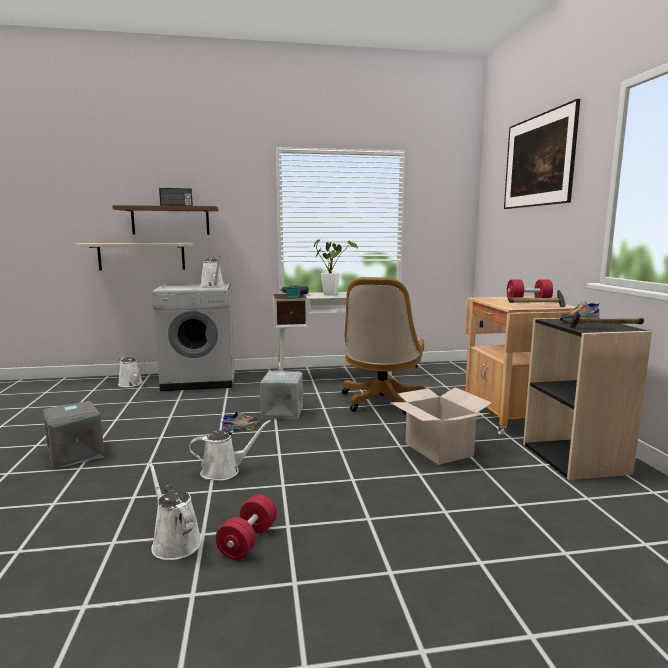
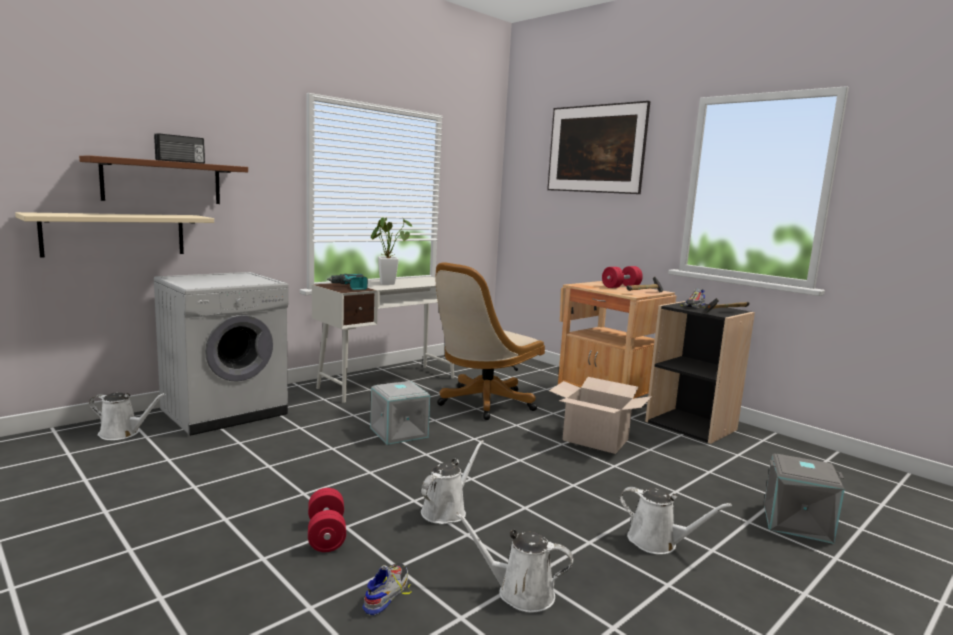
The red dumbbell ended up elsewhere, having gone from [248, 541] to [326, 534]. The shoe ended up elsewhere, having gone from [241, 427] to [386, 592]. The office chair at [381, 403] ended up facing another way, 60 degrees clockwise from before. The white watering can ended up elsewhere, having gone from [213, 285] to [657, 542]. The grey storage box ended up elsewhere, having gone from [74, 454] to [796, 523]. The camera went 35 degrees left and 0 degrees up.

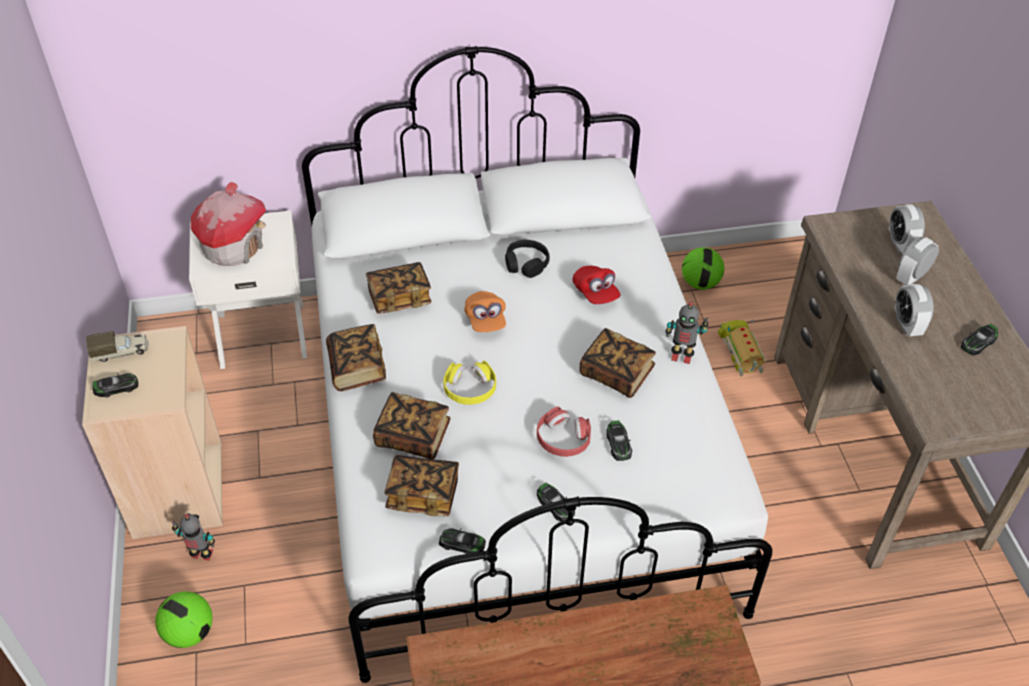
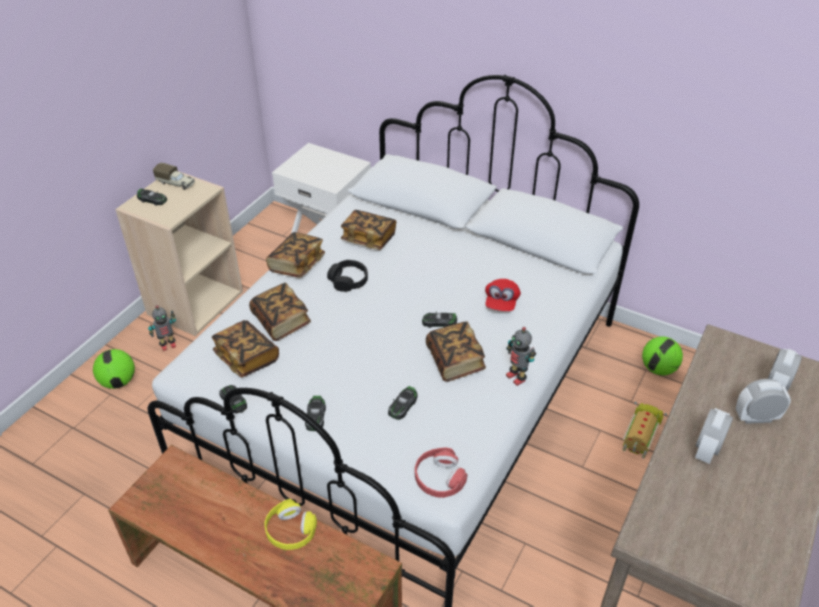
The toy robot at [201, 556] ended up facing another way, 105 degrees clockwise from before. The yellow headphones ended up elsewhere, having gone from [470, 389] to [290, 530]. The black headphones ended up elsewhere, having gone from [526, 264] to [348, 280]. The red headphones ended up elsewhere, having gone from [563, 439] to [439, 478]. The toy car ended up elsewhere, having gone from [978, 342] to [439, 322]. The second view lost the toy house at [234, 247]. The second view lost the orange cap at [485, 320]. The camera went 40 degrees right and 5 degrees down.

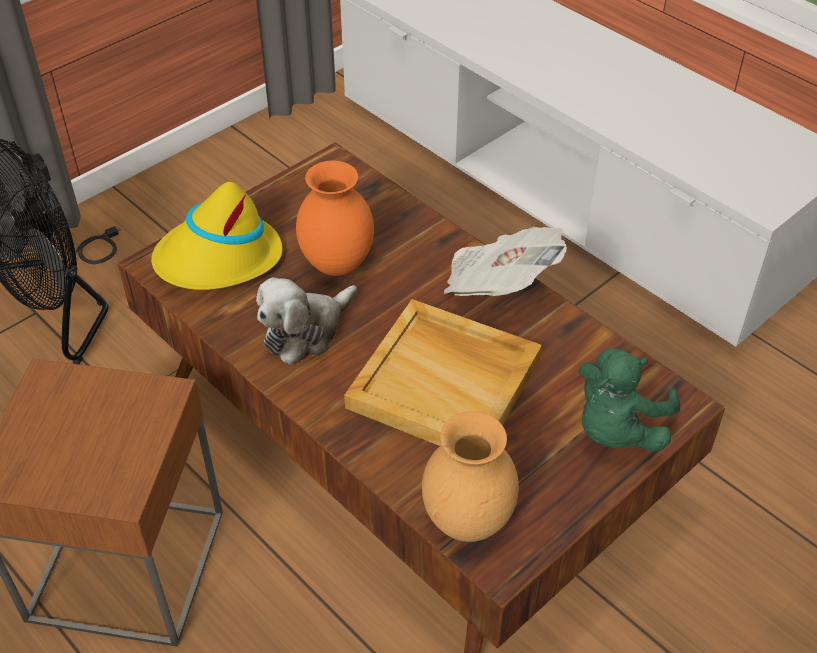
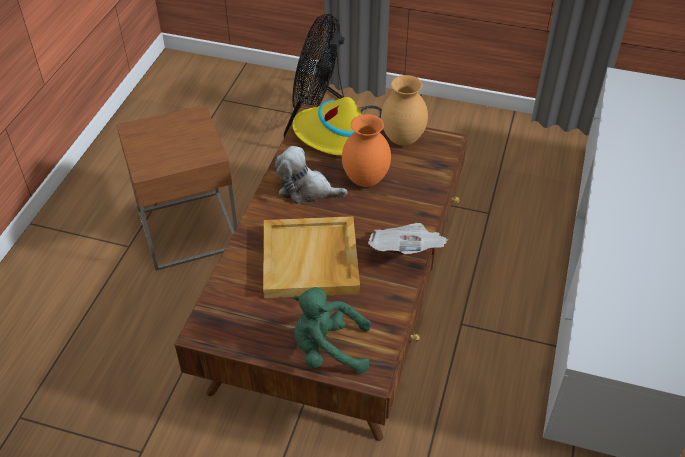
The brown vase ended up elsewhere, having gone from [468, 523] to [402, 140]. The camera went 60 degrees right and 0 degrees up.

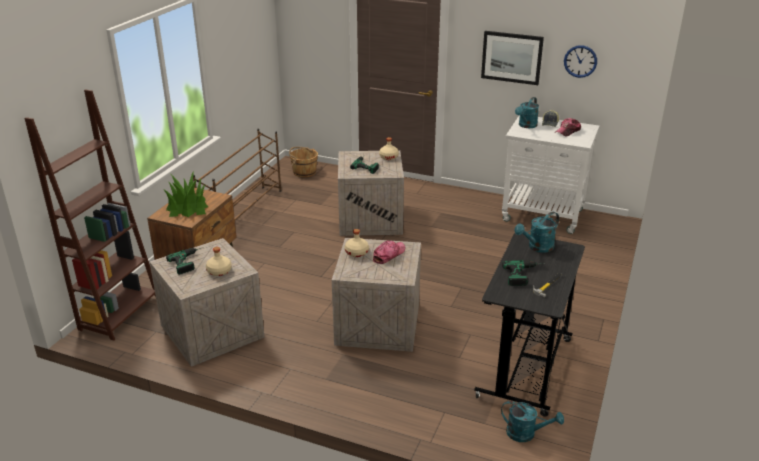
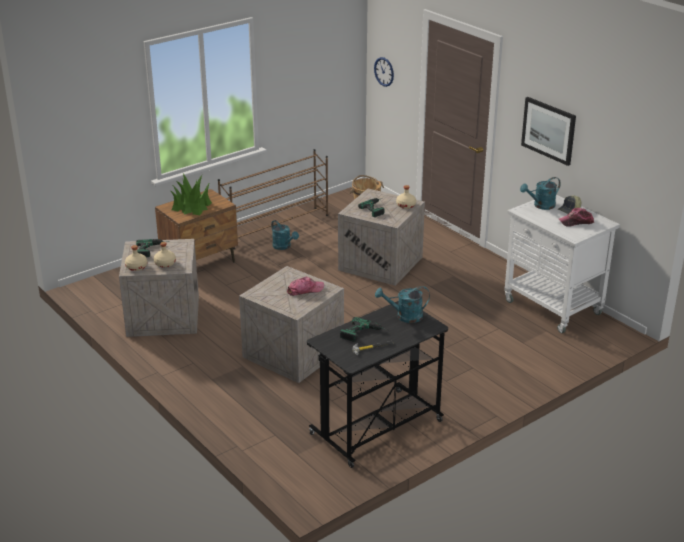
The beige bottle ended up elsewhere, having gone from [357, 252] to [137, 267]. The turquoise watering can ended up elsewhere, having gone from [526, 434] to [284, 247]. The wall clock ended up elsewhere, having gone from [580, 61] to [384, 71]. The second view lost the brown bookcase at [120, 313]. The camera went 30 degrees right and 0 degrees up.

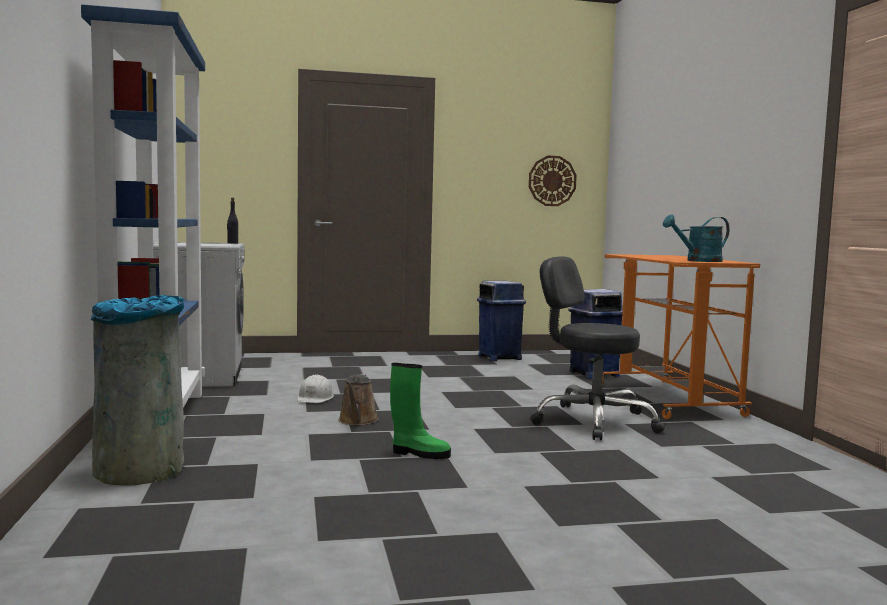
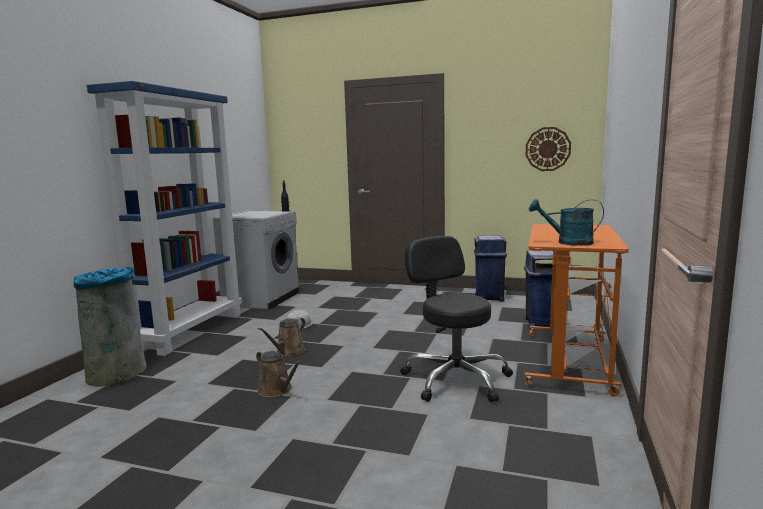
Where the green boot stood at [419, 453], the brown watering can came to stand at [277, 390]. The camera went 30 degrees right and 5 degrees up.

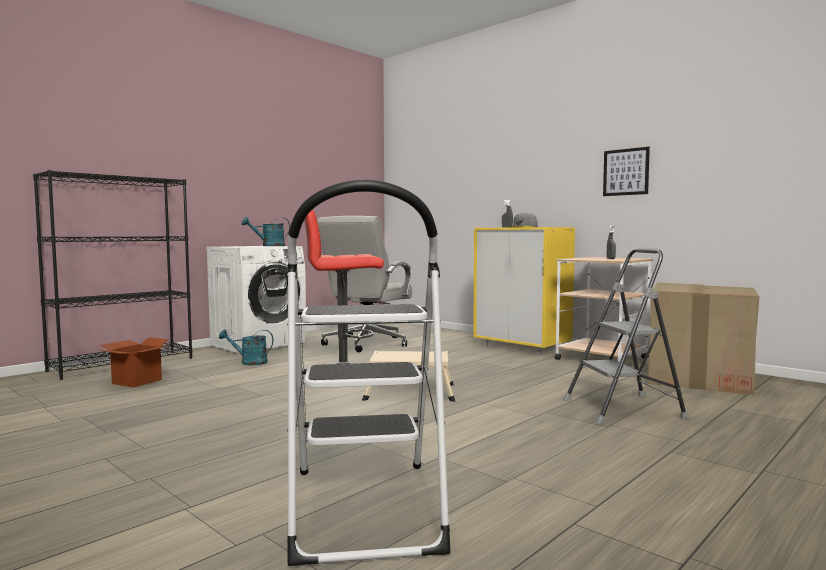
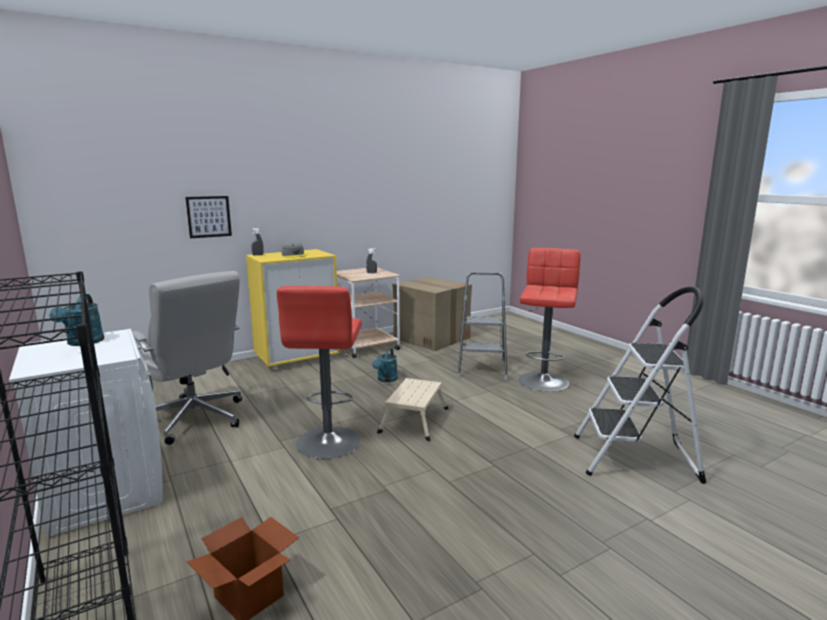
The picture ended up elsewhere, having gone from [626, 172] to [209, 216]. The turquoise watering can ended up elsewhere, having gone from [249, 362] to [386, 379]. The second view gained the red stool at [544, 381]. The camera went 75 degrees left and 10 degrees up.

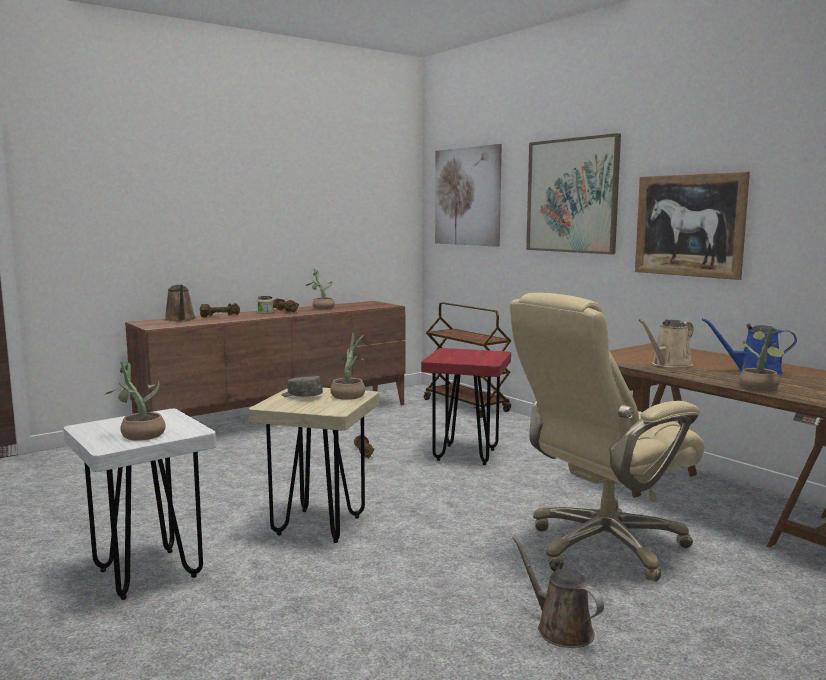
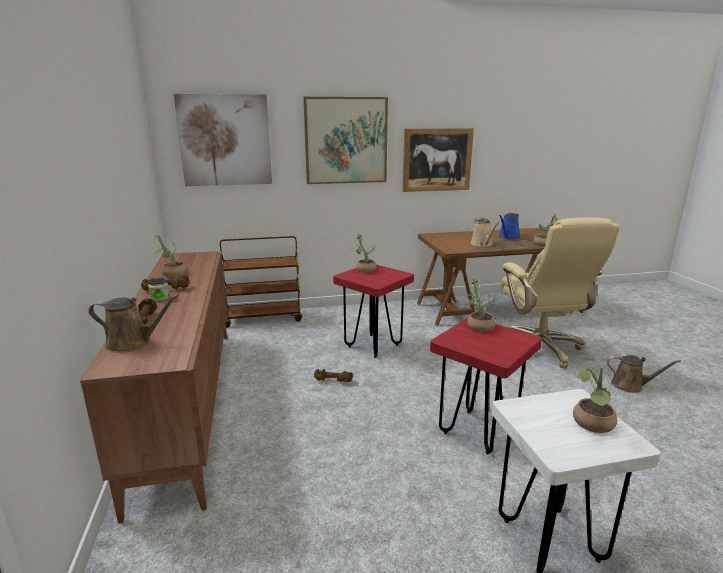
The second view gained the potted plant at [364, 269]. What was the beige stool at [319, 525] turned into the red stool at [477, 431]. The brown watering can at [560, 629] ended up facing another way, 150 degrees counterclockwise from before. The second view lost the grey cap at [301, 396]. The camera went 65 degrees left and 10 degrees up.

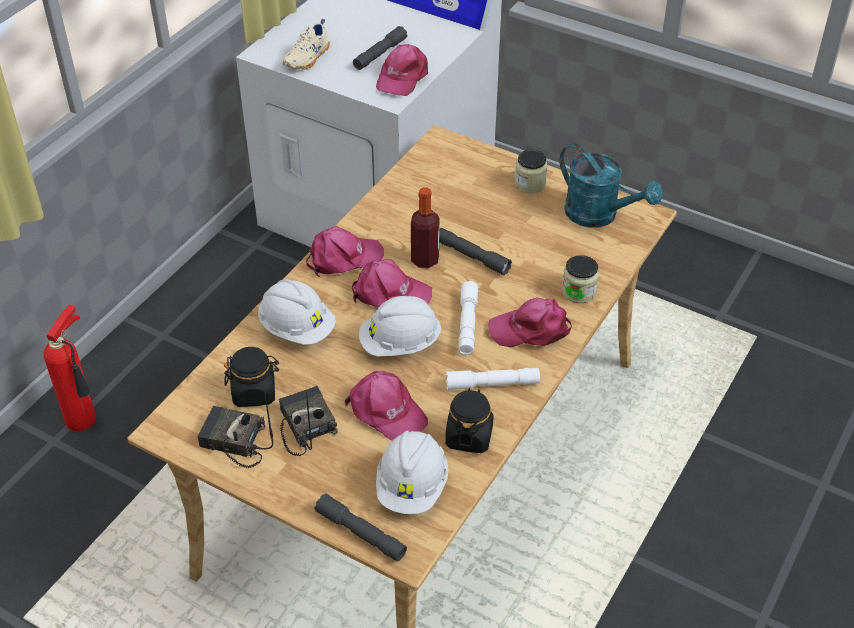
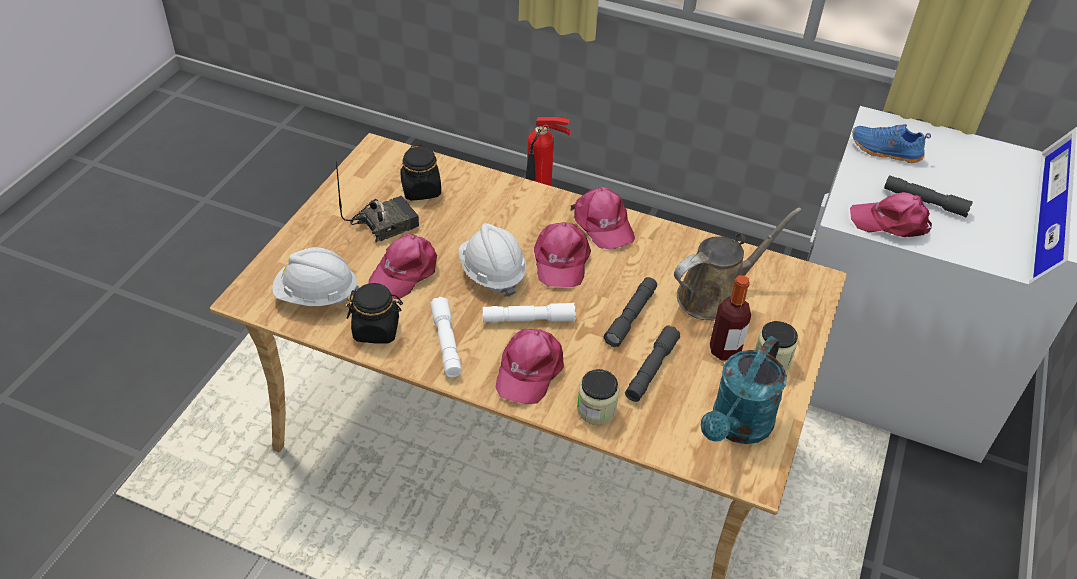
The pink cap at [531, 329] ended up facing another way, 150 degrees counterclockwise from before. The grey flashlight ended up elsewhere, having gone from [361, 533] to [651, 369]. The second view gained the brown watering can at [715, 296]. The bottle ended up elsewhere, having gone from [425, 260] to [724, 350]. What was the beige shoe at [308, 58] turned into the blue shoe at [885, 151]. The second view lost the radio at [233, 442]. The second view lost the white hard hat at [297, 328]. The camera went 80 degrees right and 0 degrees up.

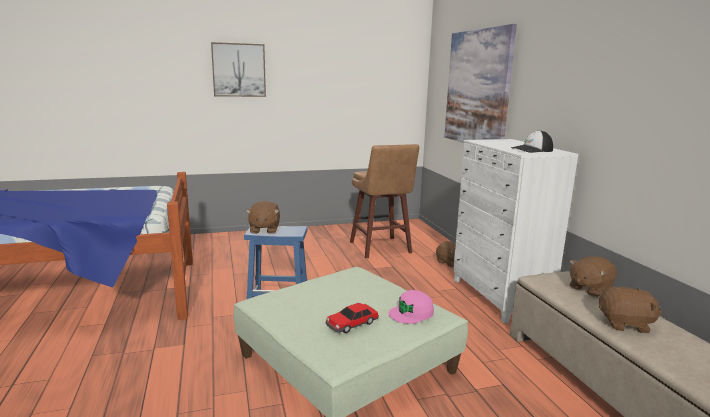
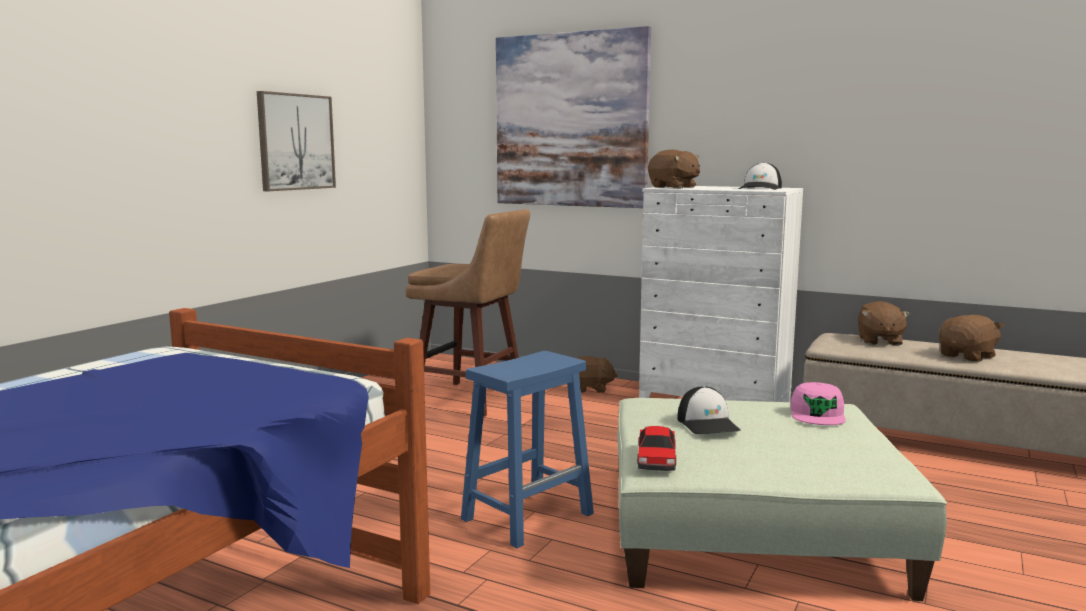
The picture ended up elsewhere, having gone from [239, 70] to [296, 142]. The toy car ended up elsewhere, having gone from [351, 324] to [656, 460]. The brown plush toy ended up elsewhere, having gone from [264, 230] to [673, 187]. The second view gained the cap at [708, 424]. The camera went 45 degrees left and 5 degrees down.

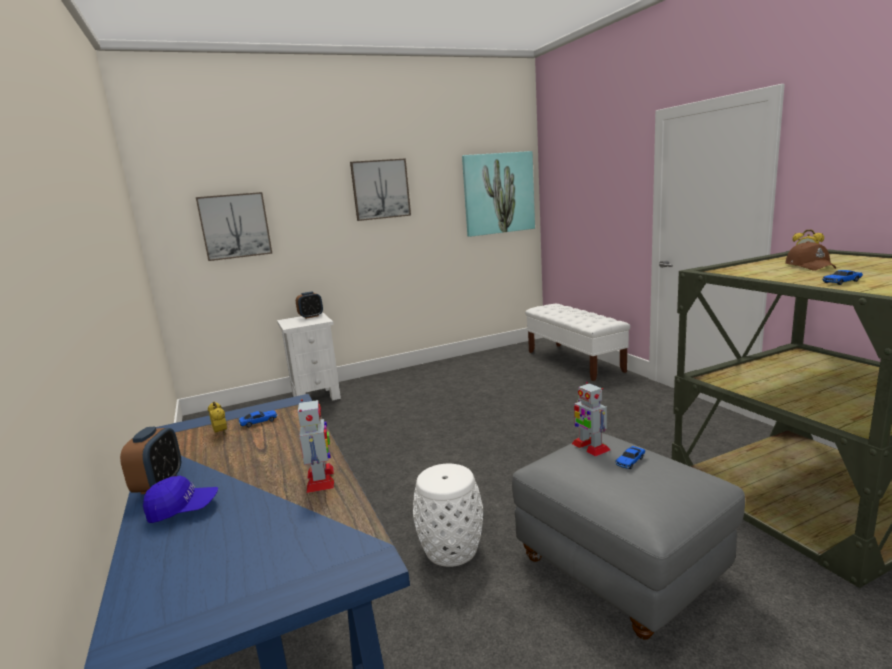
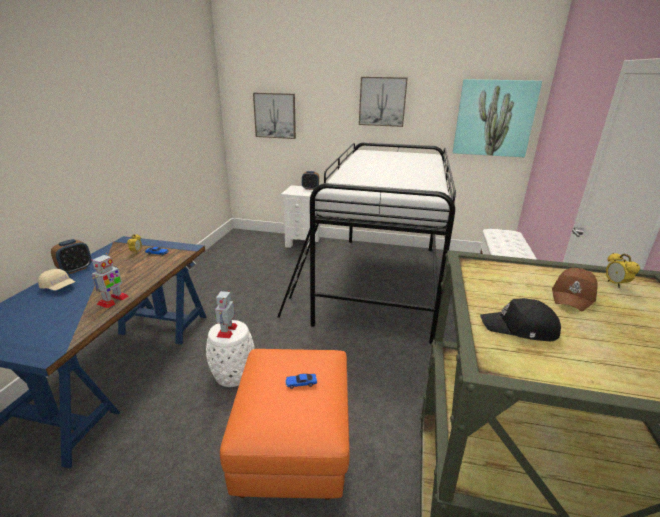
What was the blue cap at [183, 509] turned into the beige cap at [58, 287]. The toy robot ended up elsewhere, having gone from [590, 447] to [227, 331]. What was the grey ottoman at [621, 567] turned into the orange ottoman at [293, 448]. The second view gained the black bed at [379, 282]. Where the toy car stood at [841, 282], the black cap came to stand at [520, 328]. The camera went 35 degrees right and 10 degrees up.

